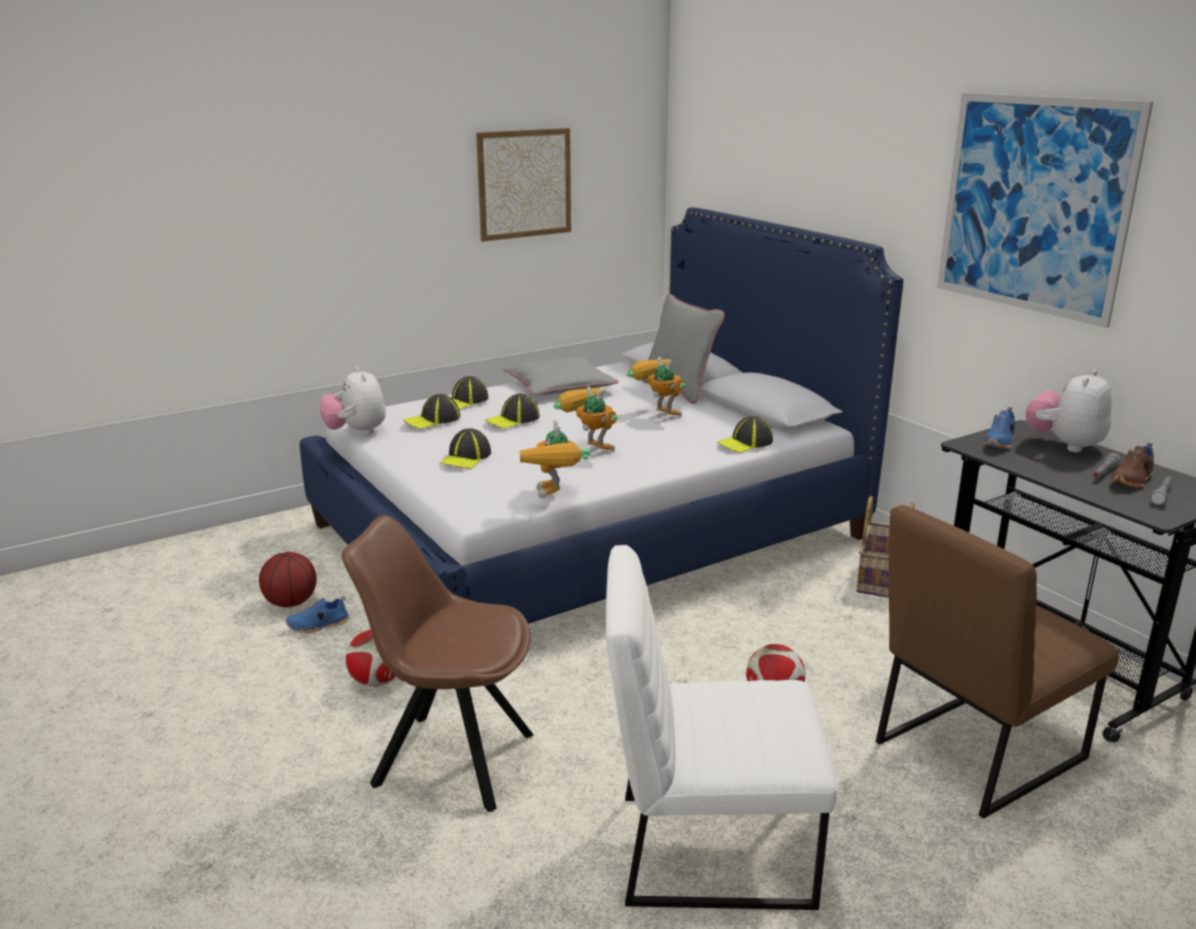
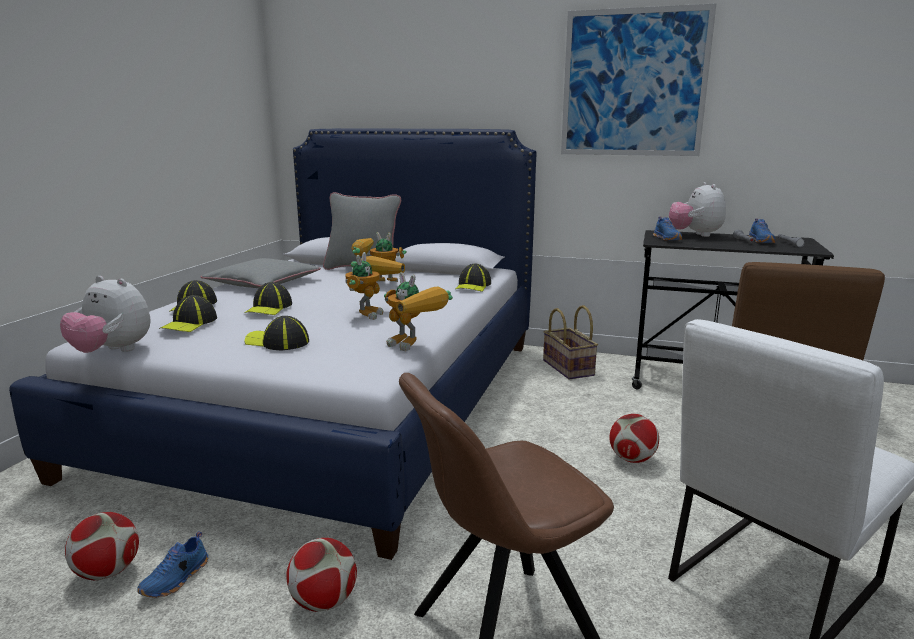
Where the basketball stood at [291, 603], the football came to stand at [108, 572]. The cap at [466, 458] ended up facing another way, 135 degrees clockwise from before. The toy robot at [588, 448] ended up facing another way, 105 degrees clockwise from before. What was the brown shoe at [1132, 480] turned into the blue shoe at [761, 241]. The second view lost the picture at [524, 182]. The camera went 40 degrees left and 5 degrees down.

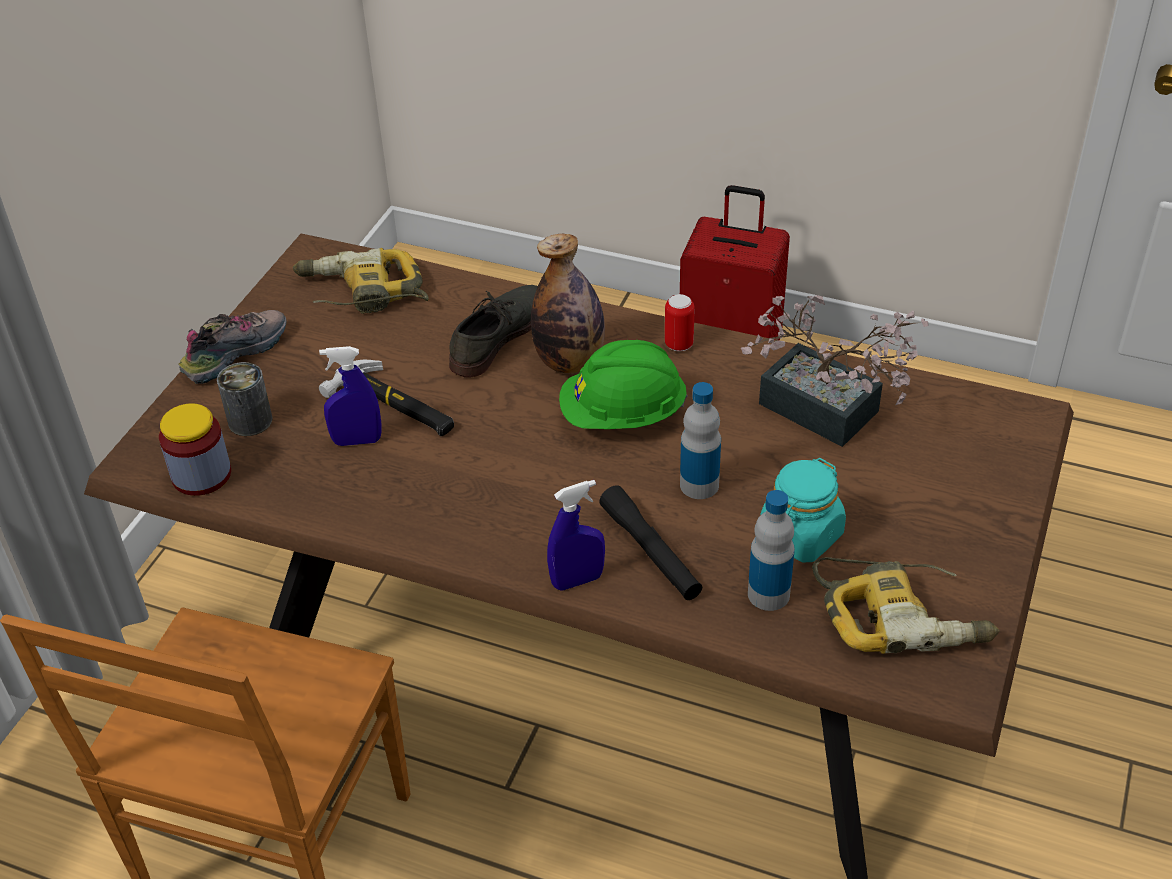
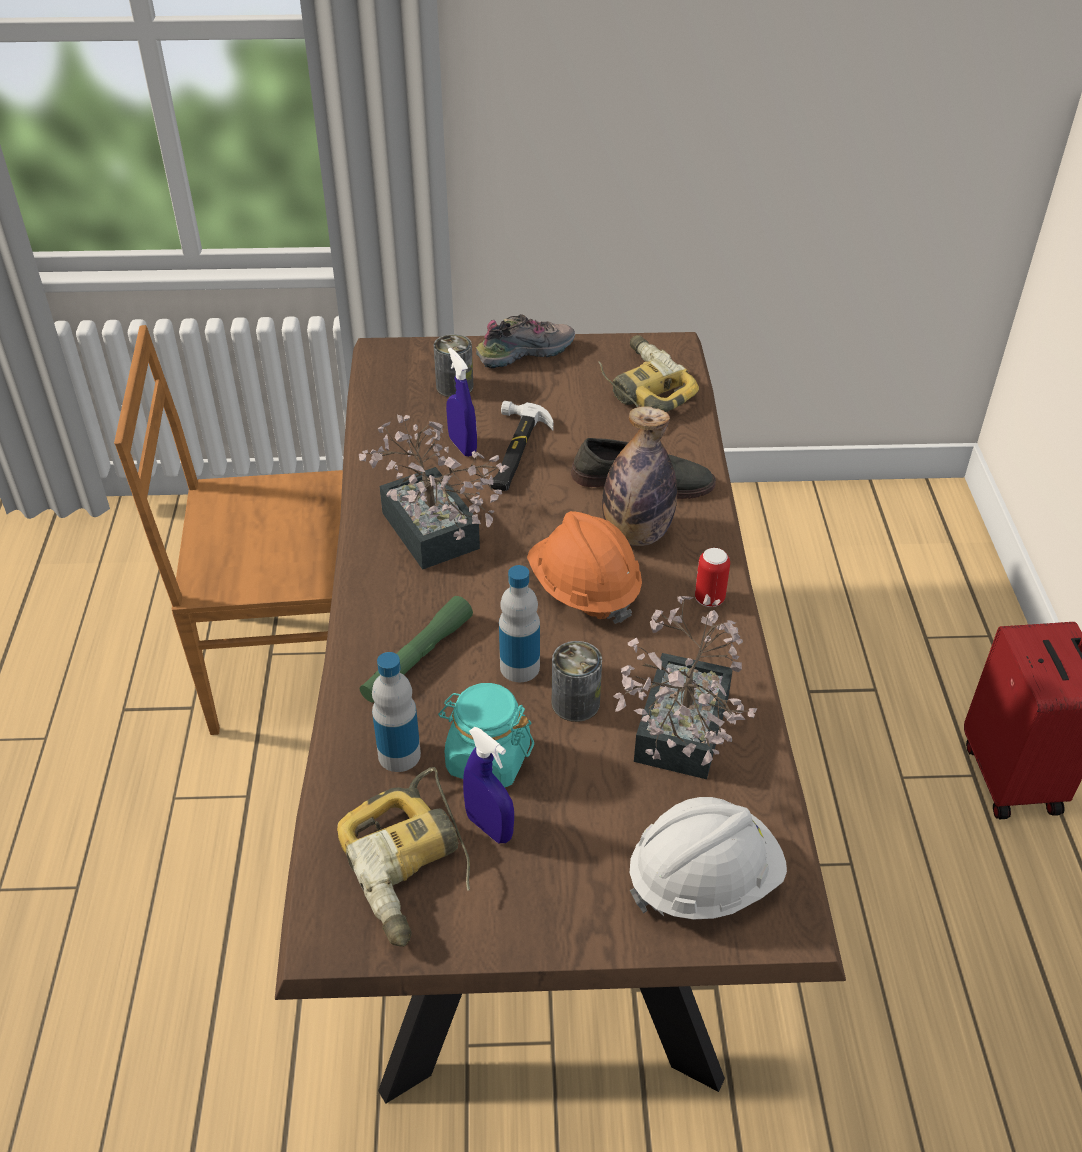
The second view gained the potted plant at [435, 539]. What was the black flashlight at [650, 552] turned into the green flashlight at [417, 658]. The blue spray bottle ended up elsewhere, having gone from [577, 580] to [489, 827]. The shoe at [235, 353] ended up facing another way, 45 degrees counterclockwise from before. What was the green hard hat at [622, 416] turned into the orange hard hat at [584, 589]. The second view gained the can at [575, 703]. The second view gained the white hard hat at [704, 880]. The second view lost the jar at [201, 475]. The camera went 65 degrees right and 0 degrees up.

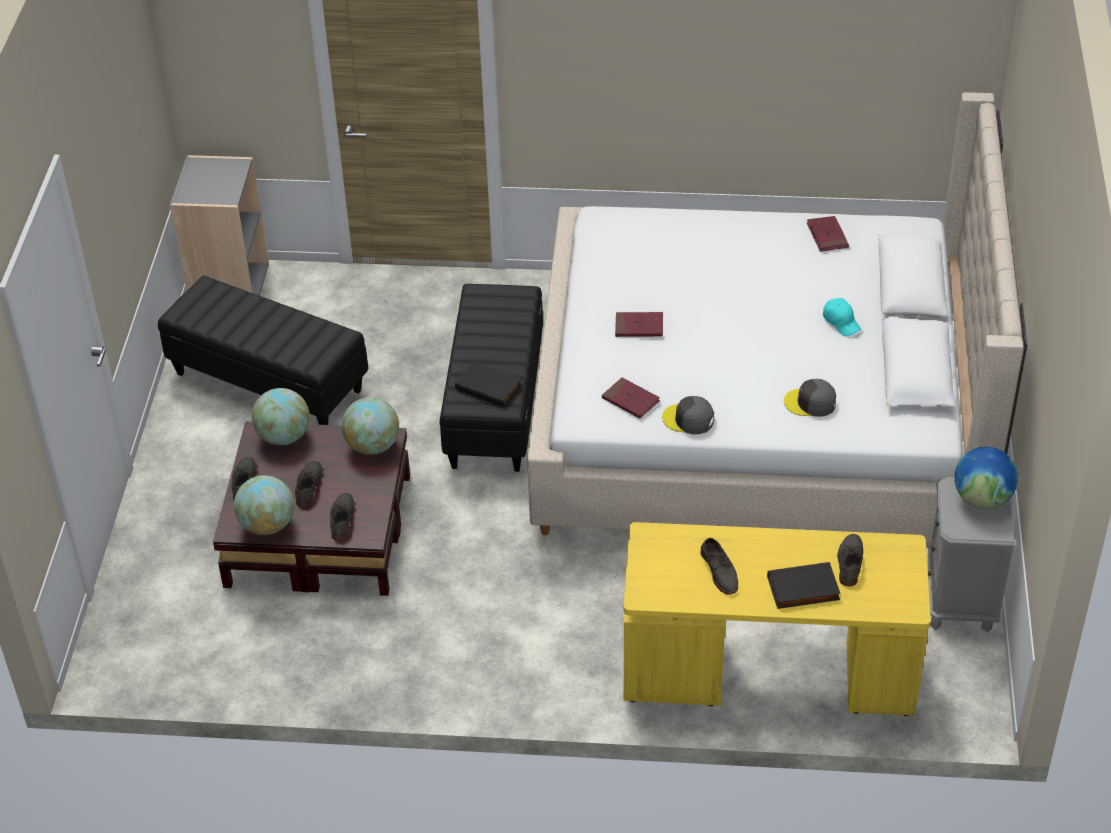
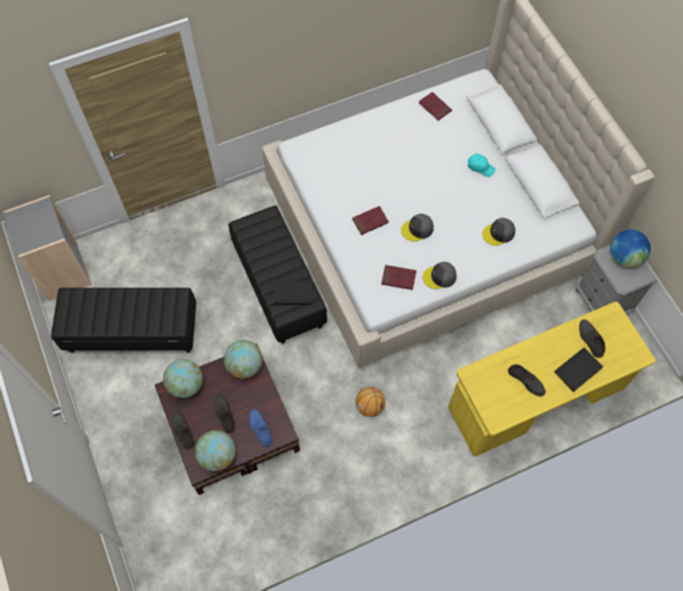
What was the grey shoe at [342, 519] turned into the blue shoe at [260, 428]. The second view gained the basketball at [370, 406]. The second view gained the grey cap at [417, 229]. The camera went 30 degrees left and 20 degrees up.

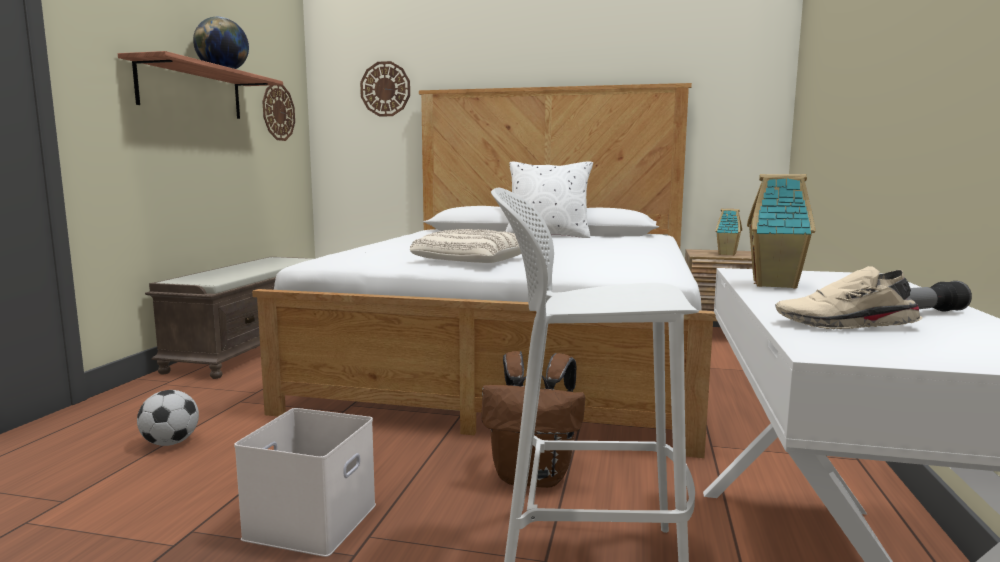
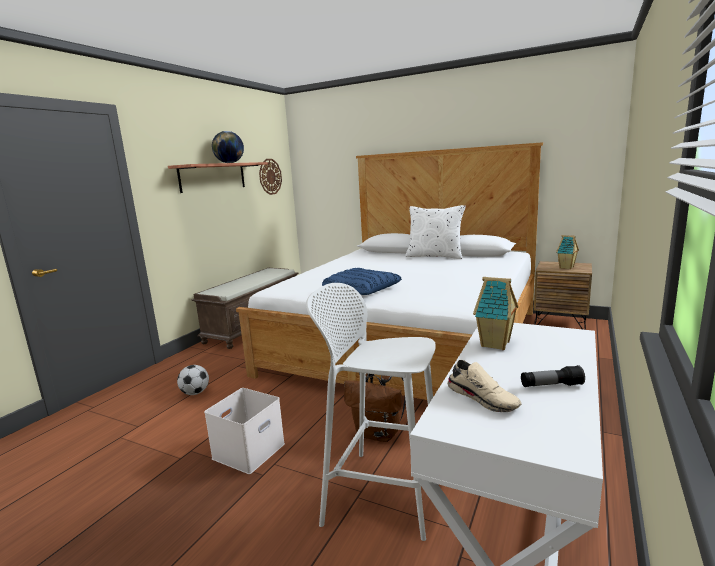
What was the beige pillow at [473, 260] turned into the blue pillow at [362, 290]. The beige shoe at [846, 325] ended up facing another way, 150 degrees counterclockwise from before. The second view lost the wall clock at [385, 89]. The camera went 15 degrees right and 5 degrees up.

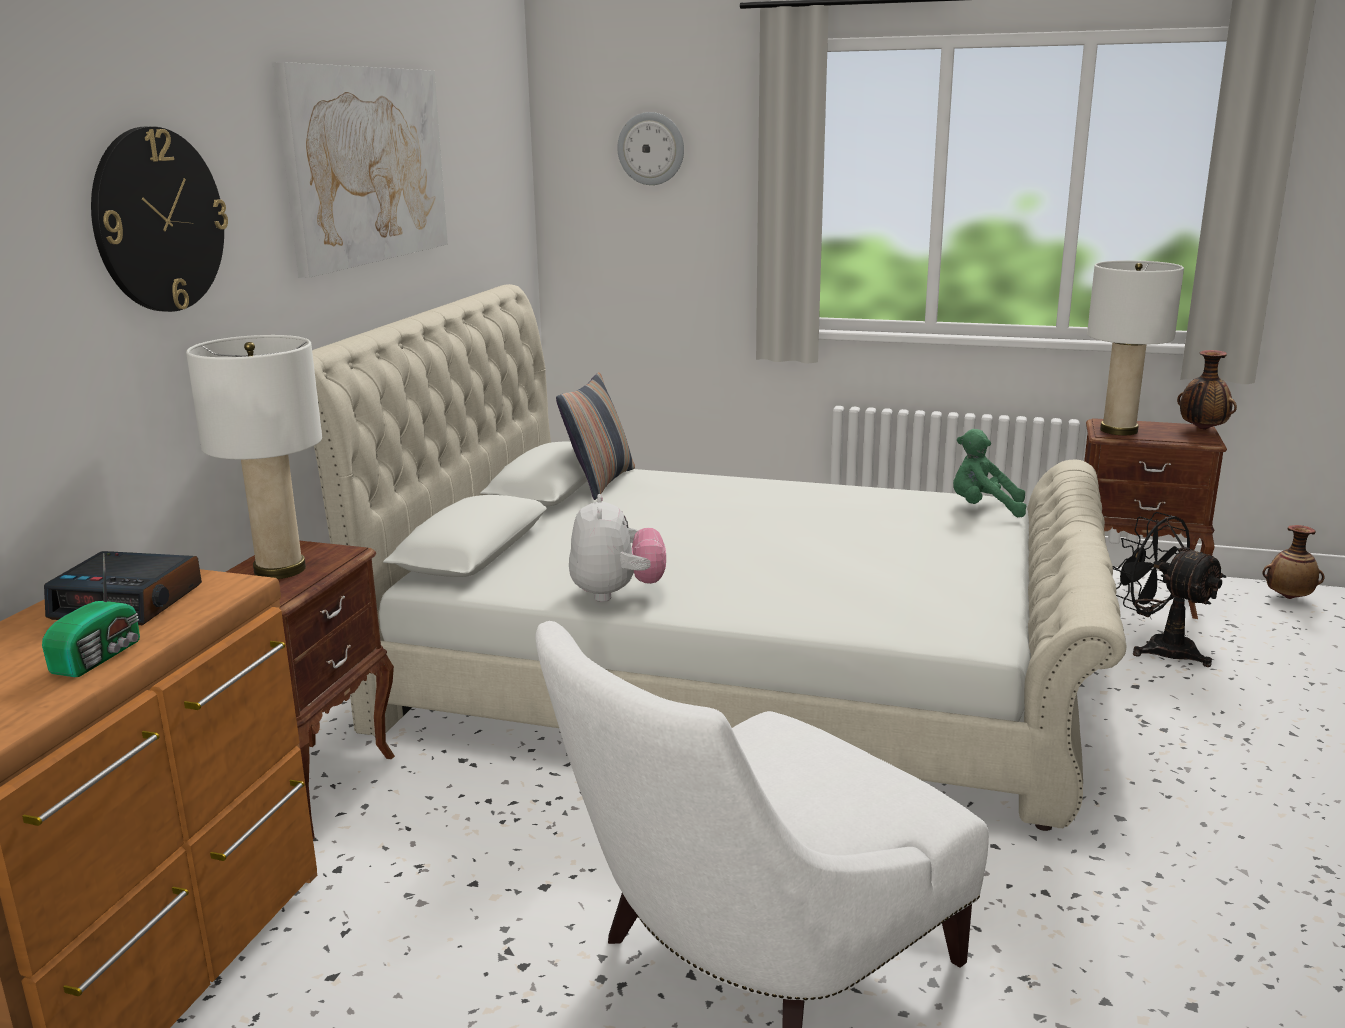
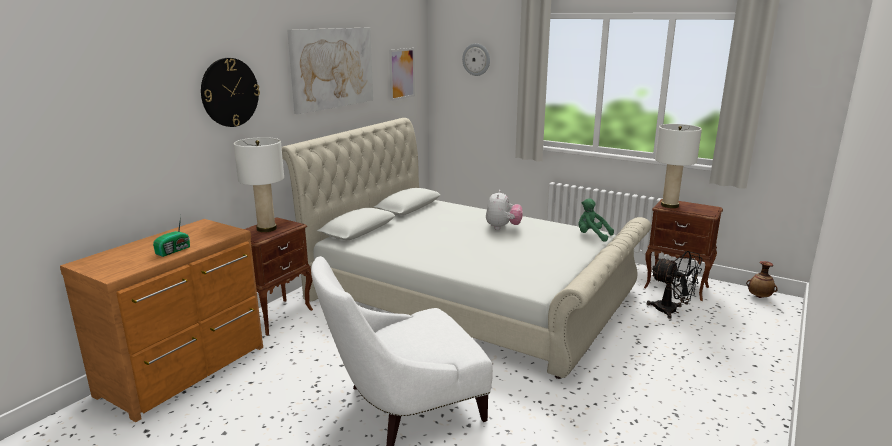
The second view gained the picture at [401, 73]. The plush toy ended up elsewhere, having gone from [616, 594] to [503, 227]. The black fan at [1159, 647] ended up facing another way, 150 degrees clockwise from before. The second view lost the alarm clock at [129, 601]. The second view lost the pillow at [600, 482]. The second view lost the vase at [1202, 429]. The camera went 15 degrees right and 0 degrees up.

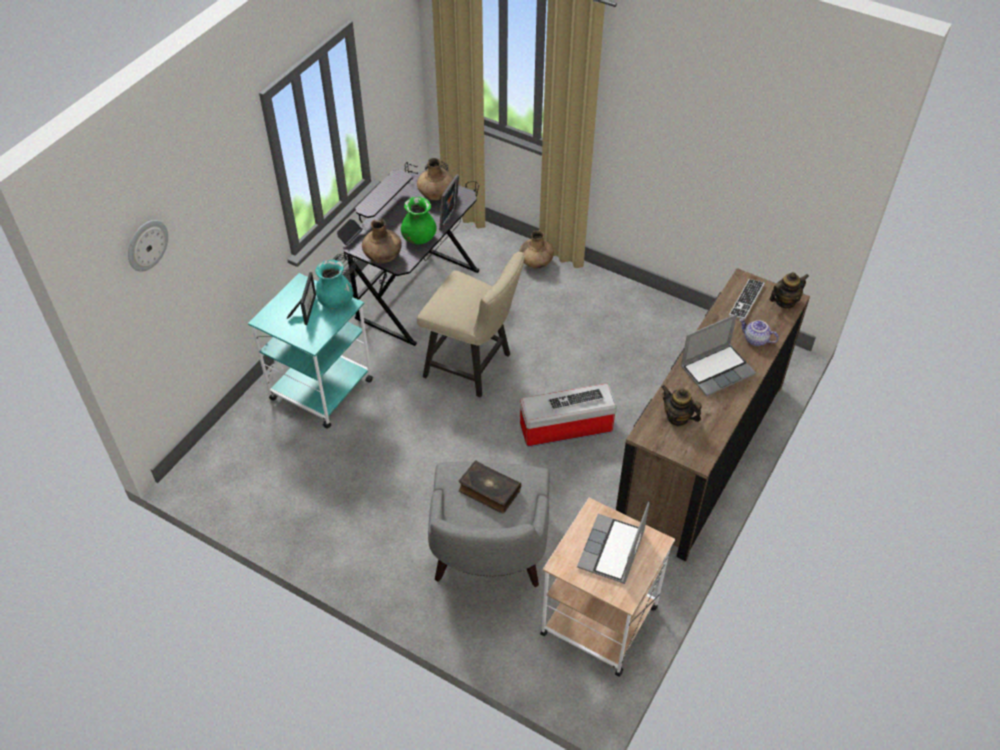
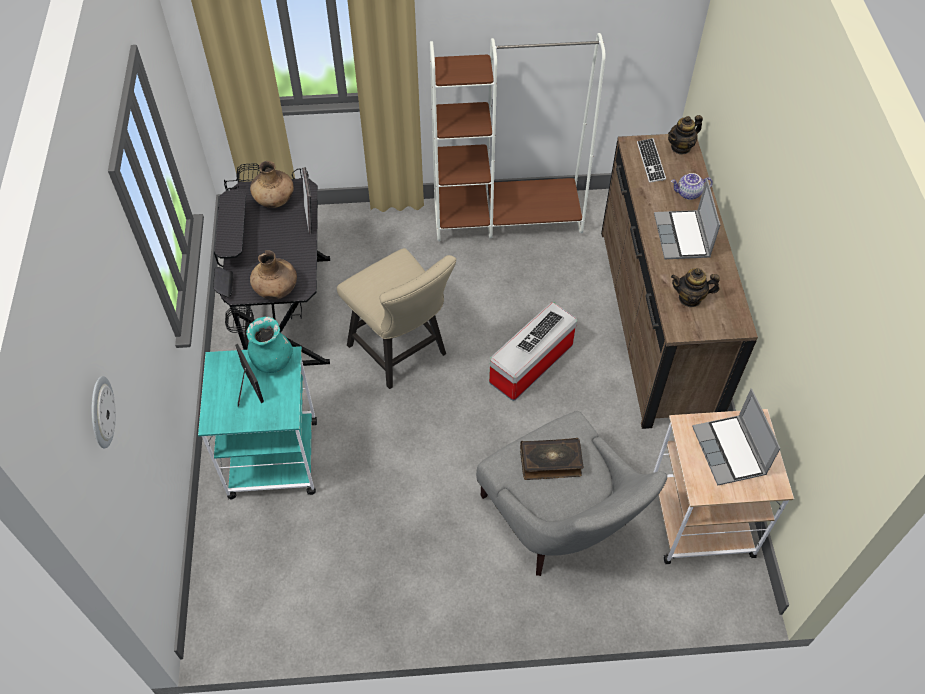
The beige chair at [473, 367] ended up facing another way, 60 degrees clockwise from before. The second view gained the brown clothes rack at [508, 220]. The laptop at [717, 369] ended up facing another way, 150 degrees clockwise from before. The teapot at [784, 301] ended up facing another way, 150 degrees counterclockwise from before. The second view lost the green vase at [419, 238]. The second view lost the brown vase at [536, 263]. The camera went 35 degrees left and 5 degrees up.

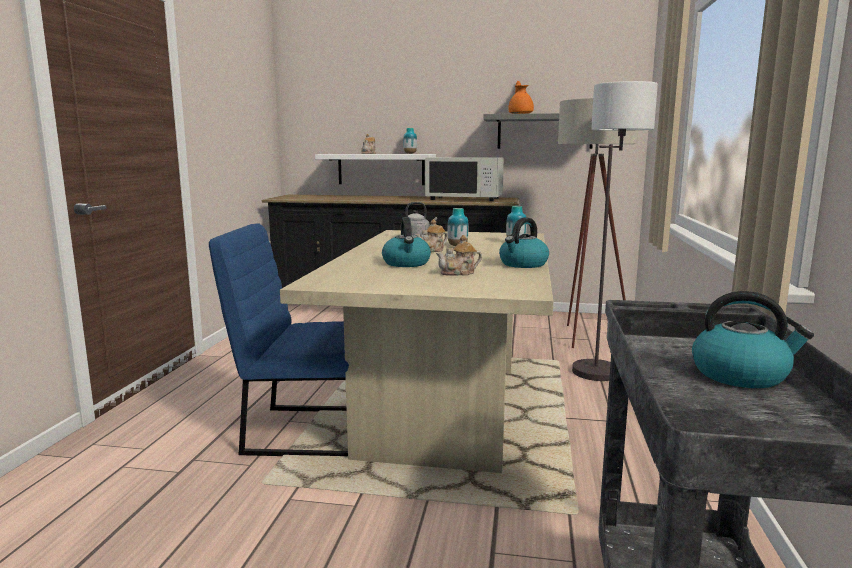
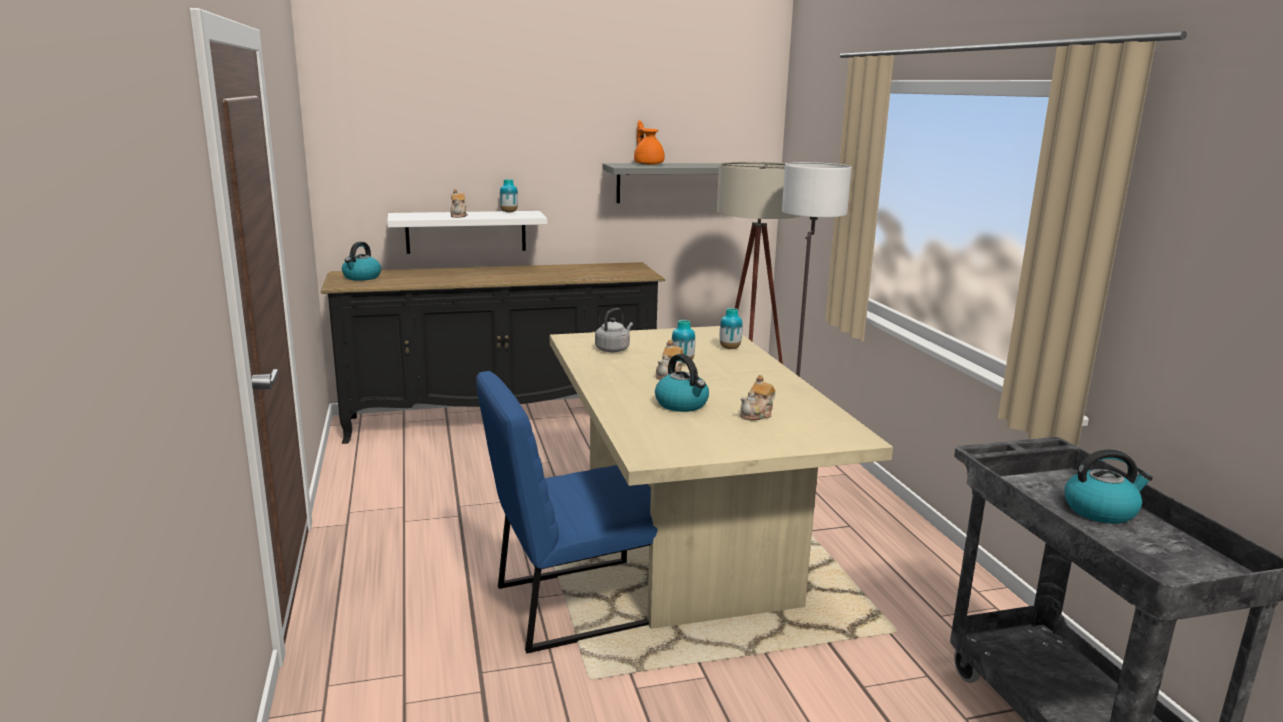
The kettle ended up elsewhere, having gone from [523, 264] to [361, 277]. The second view lost the white microwave at [465, 199]. The camera went 25 degrees left and 5 degrees up.

